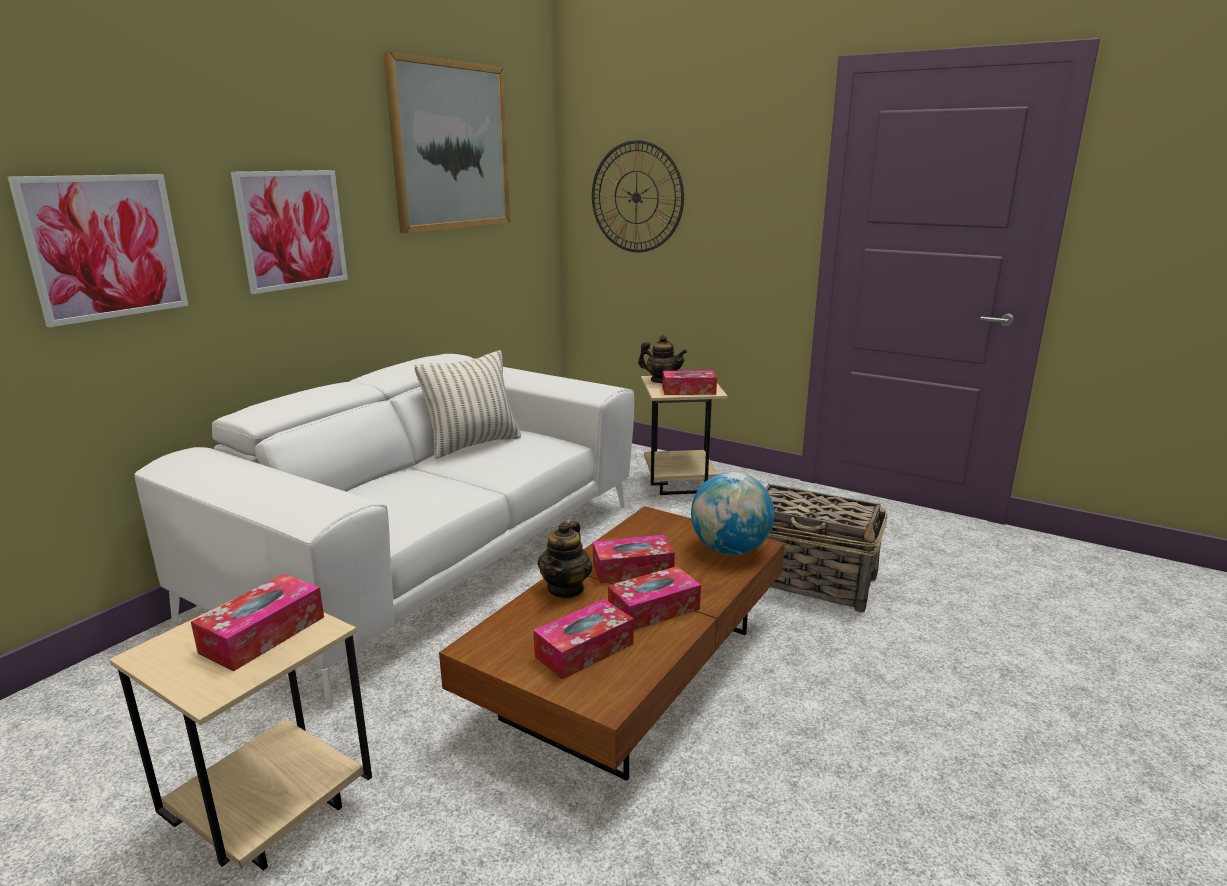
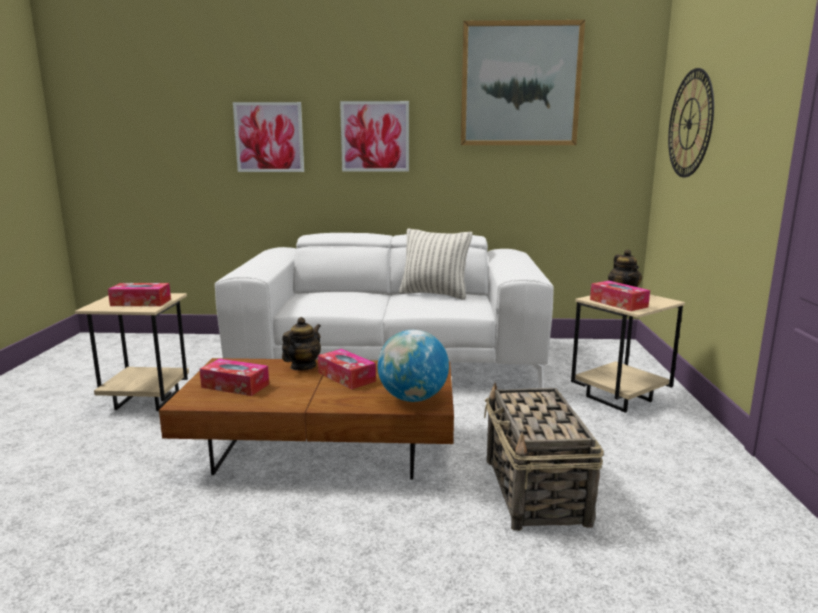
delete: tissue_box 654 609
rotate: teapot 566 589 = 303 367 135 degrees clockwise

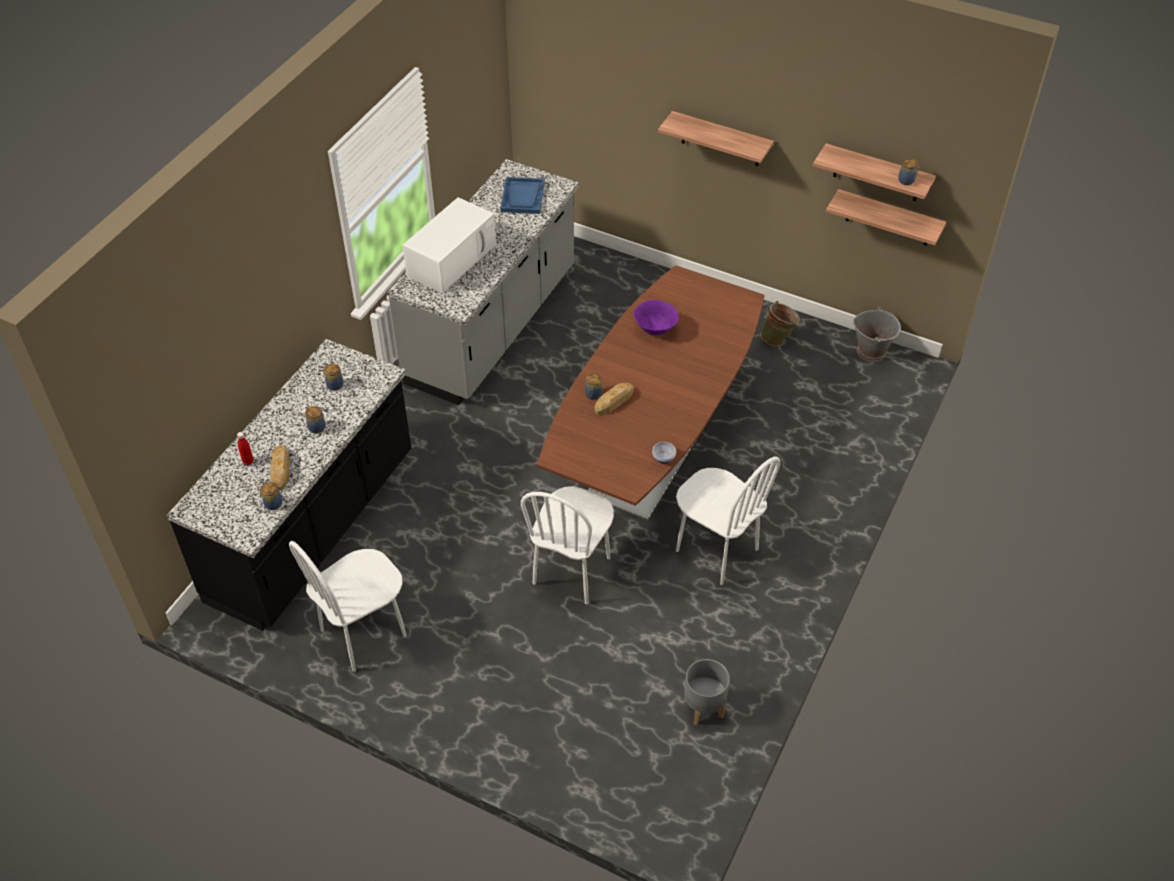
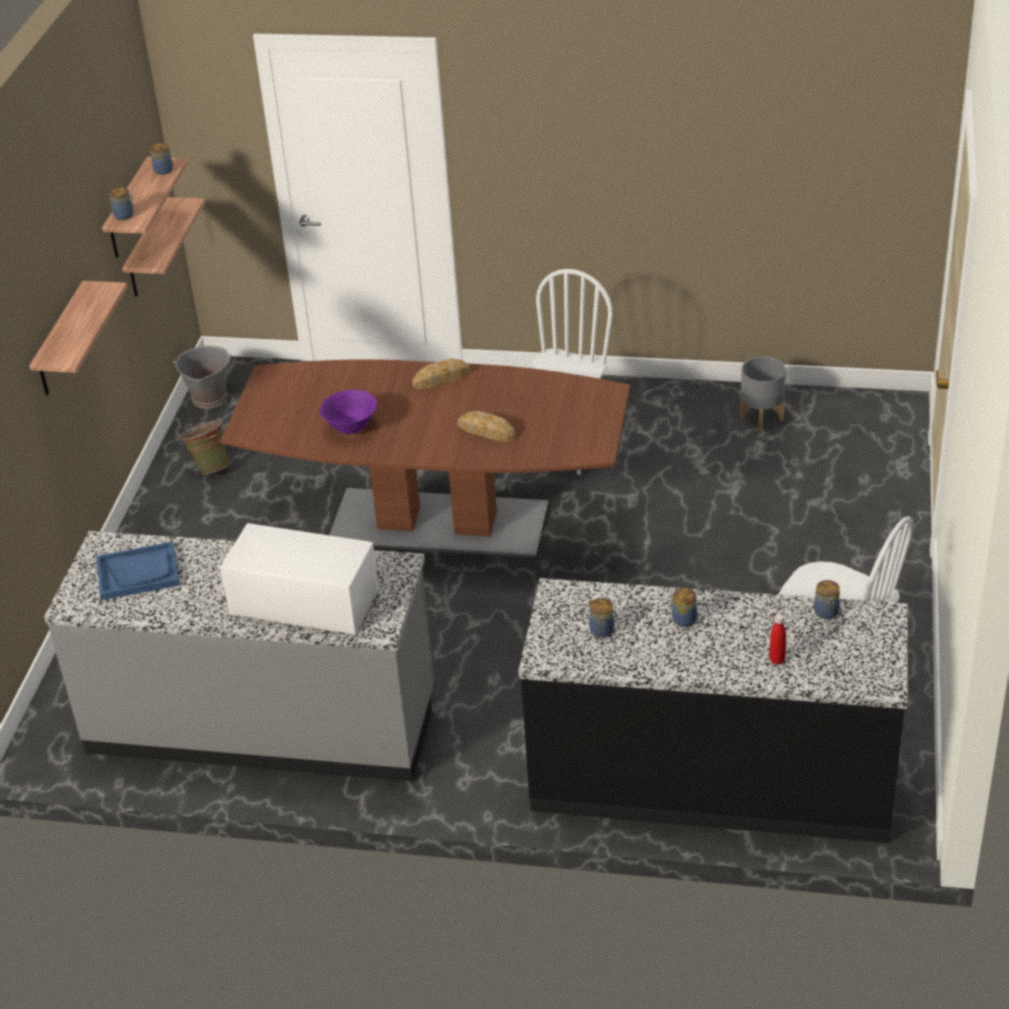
delete: white_chair 572 571; bowl 663 458
move: jar 593 395 to 125 215; bread 281 469 to 441 378

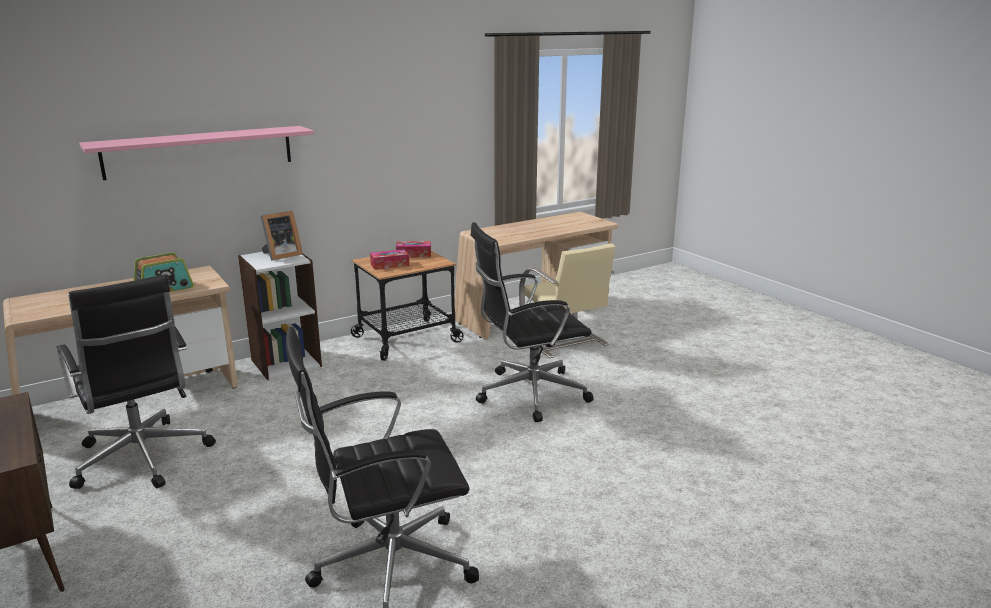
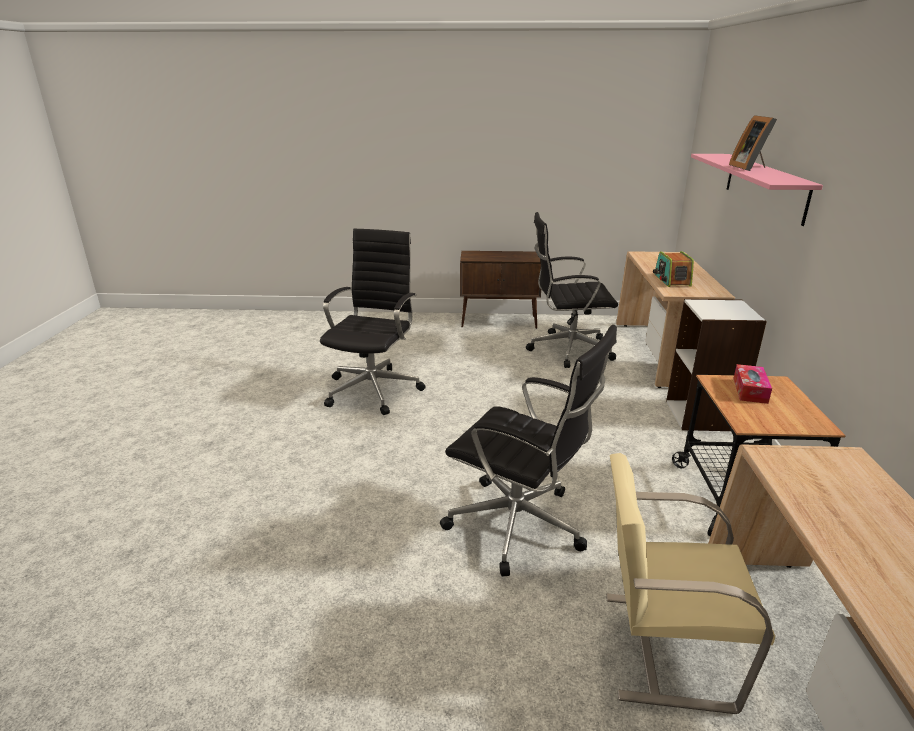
delete: tissue_box 413 254
move: picture_frame 281 255 to 750 168
rotate: black_office_chair 528 394 = 520 526 105 degrees clockwise

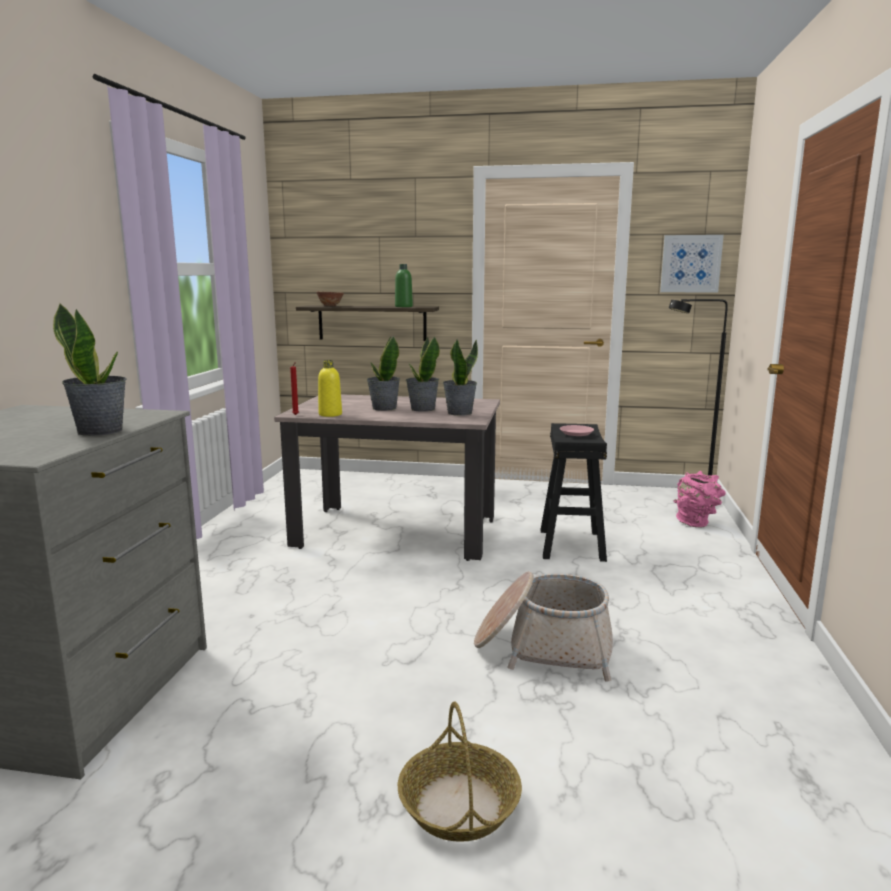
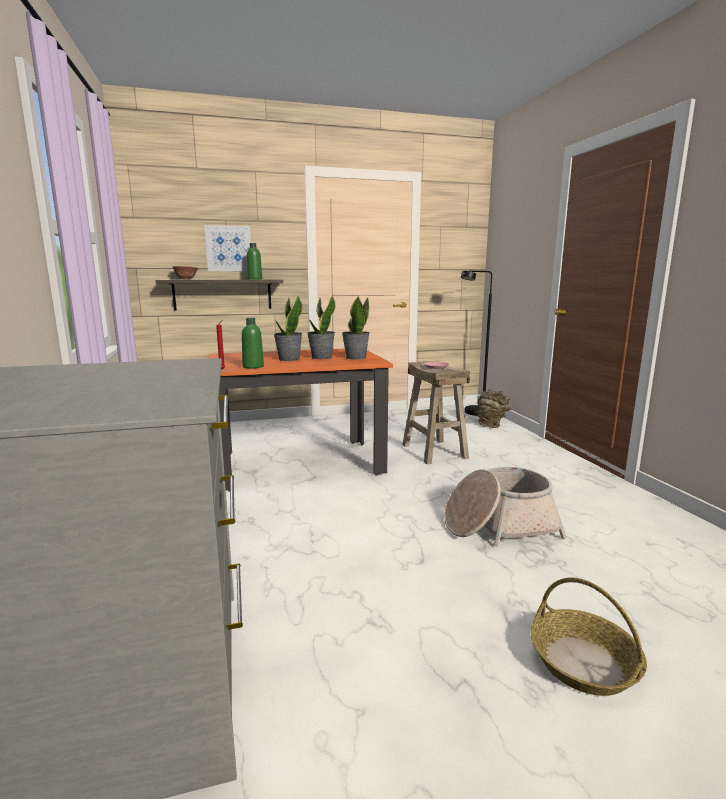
delete: potted_plant 101 431
move: picture 690 264 to 229 248
recolor: beige_dining_table 396 532 to orange_dining_table 299 464; yellow_bottle 330 414 to green_bottle 253 366; black_stool 572 545 to beige_stool 435 451; pink_vase 696 523 to brown_vase 491 425

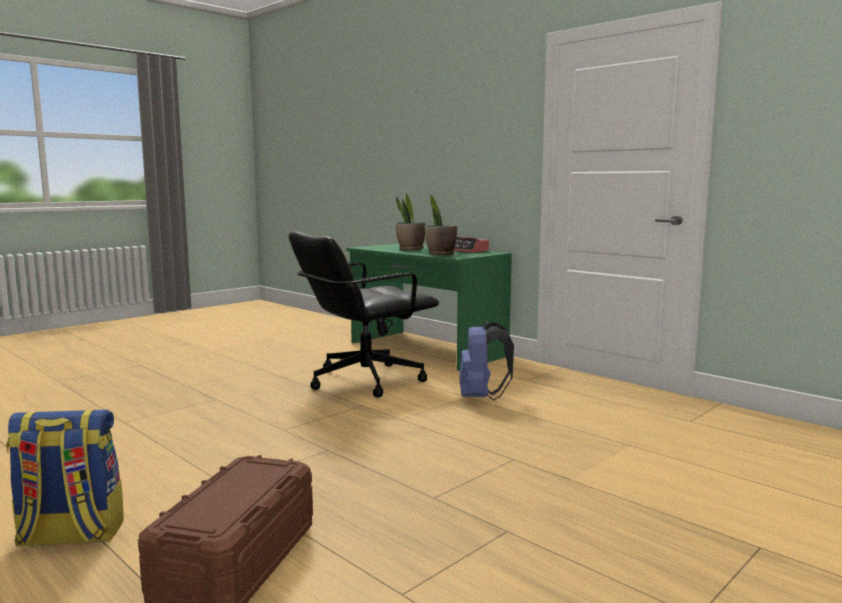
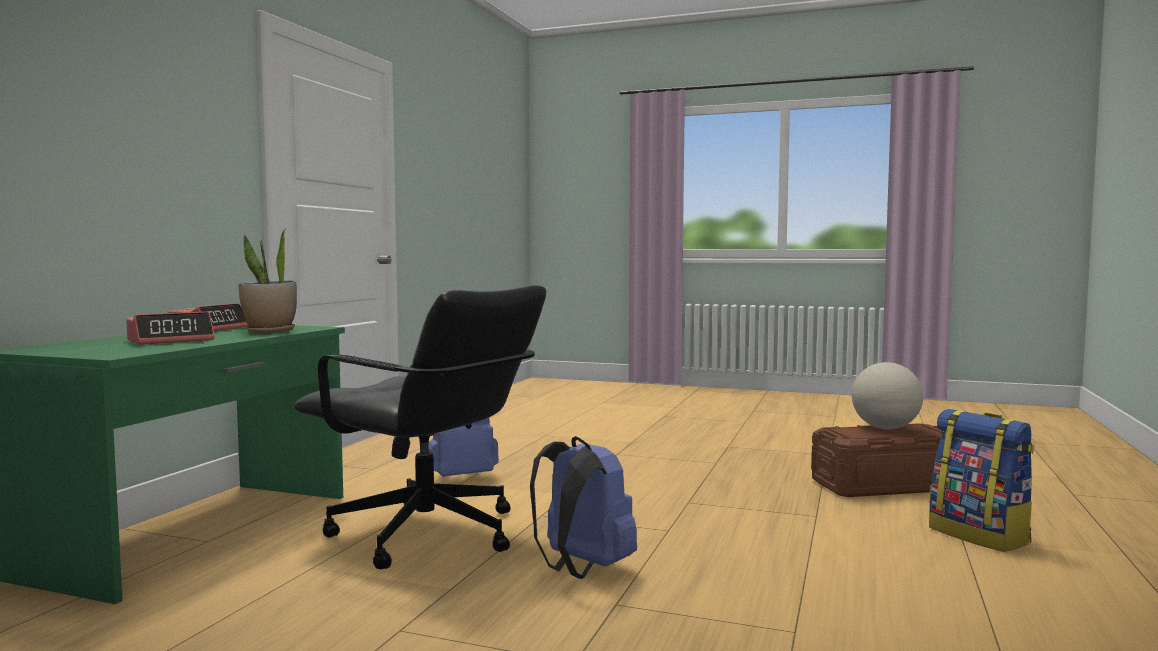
insert: blue_backpack 581 568; globe 885 428
replace: potted_plant 410 249 to alarm_clock 171 340

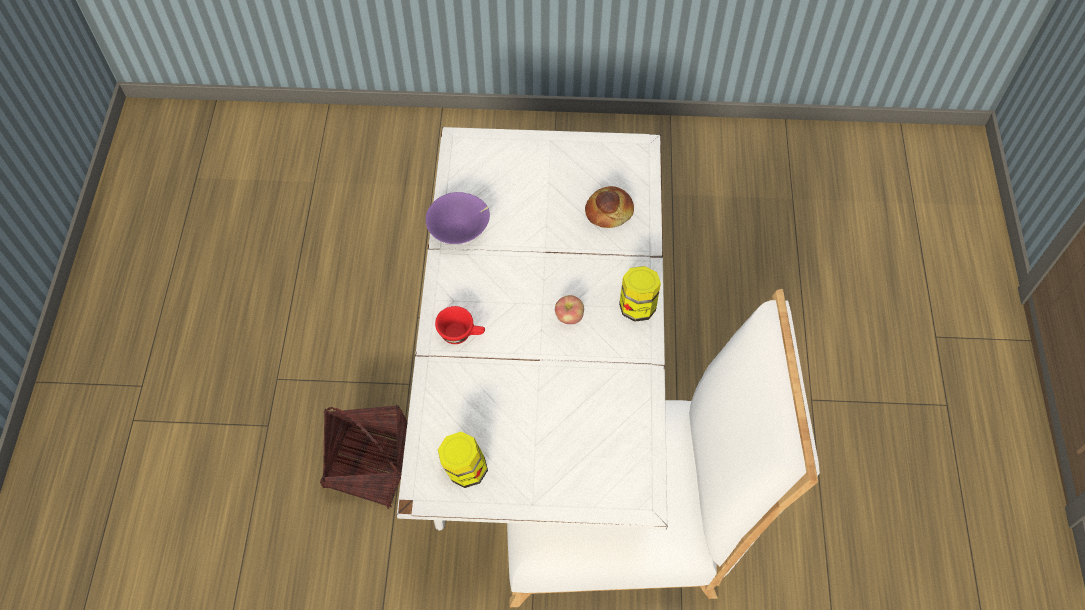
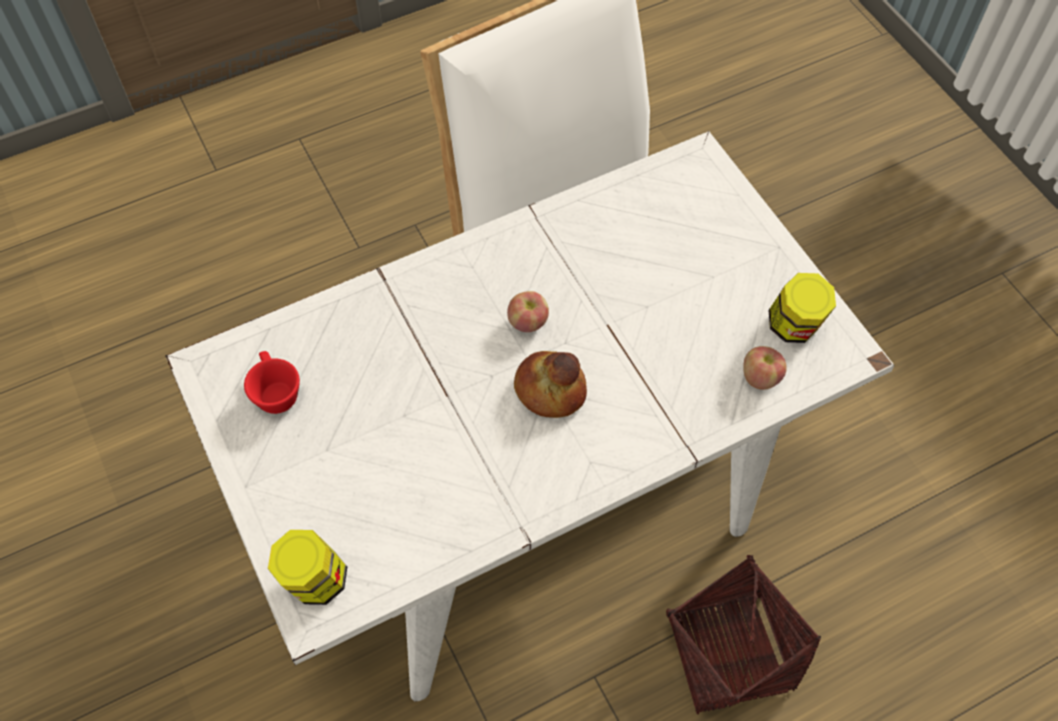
delete: purple_bowl 460 230
insert: apple 760 377
move: red_cup 461 334 to 275 392; jar 637 306 to 315 581; bread 609 212 to 550 389

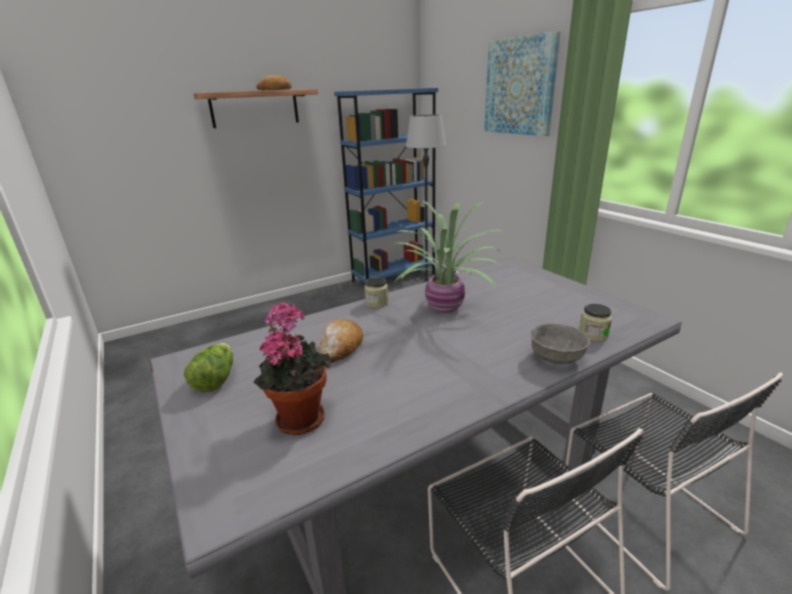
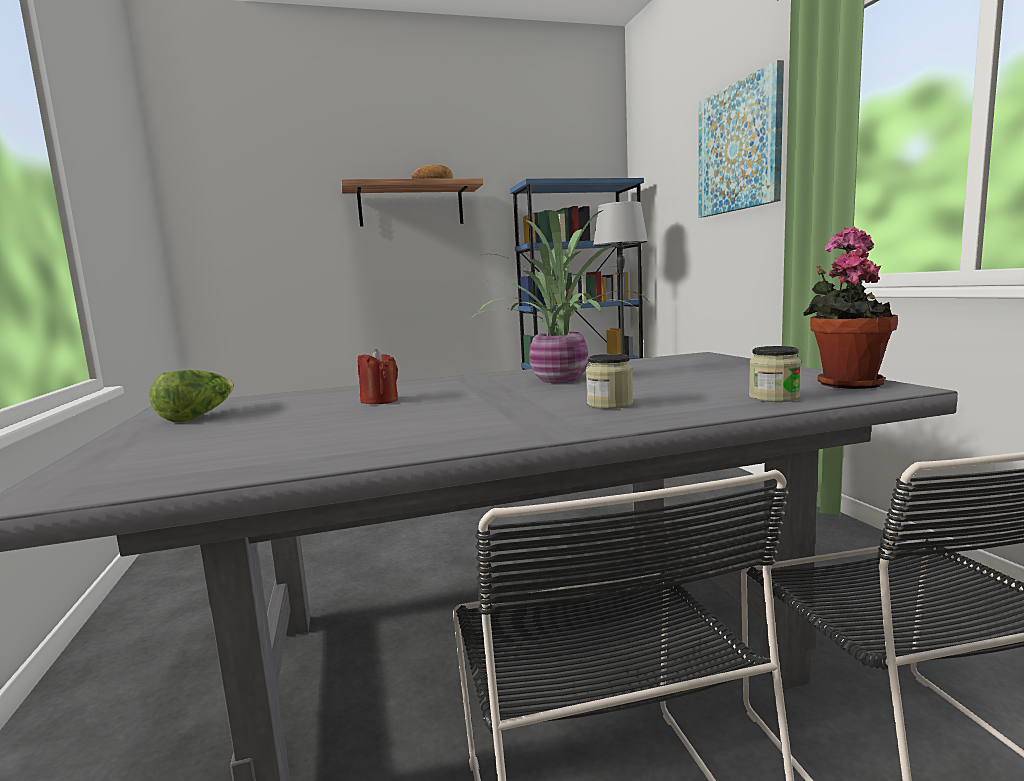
delete: grey_bowl 555 358
move: jar 377 303 to 609 404; potted_plant 299 417 to 845 383
replace: bread 341 347 to red_candle 380 401

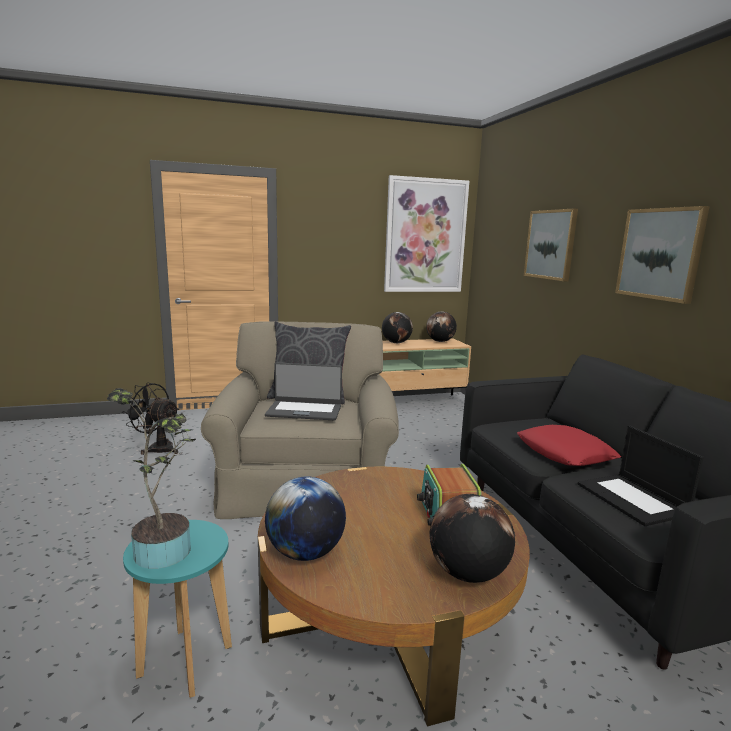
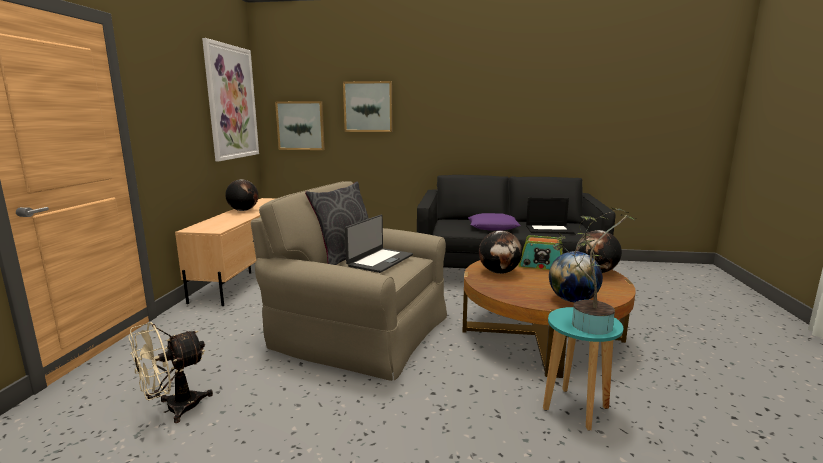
move: picture 660 254 to 300 125; globe 440 341 to 499 272
recolor: black_fan 157 448 to beige_fan 174 409; red_pillow 565 453 to purple_pillow 493 227

